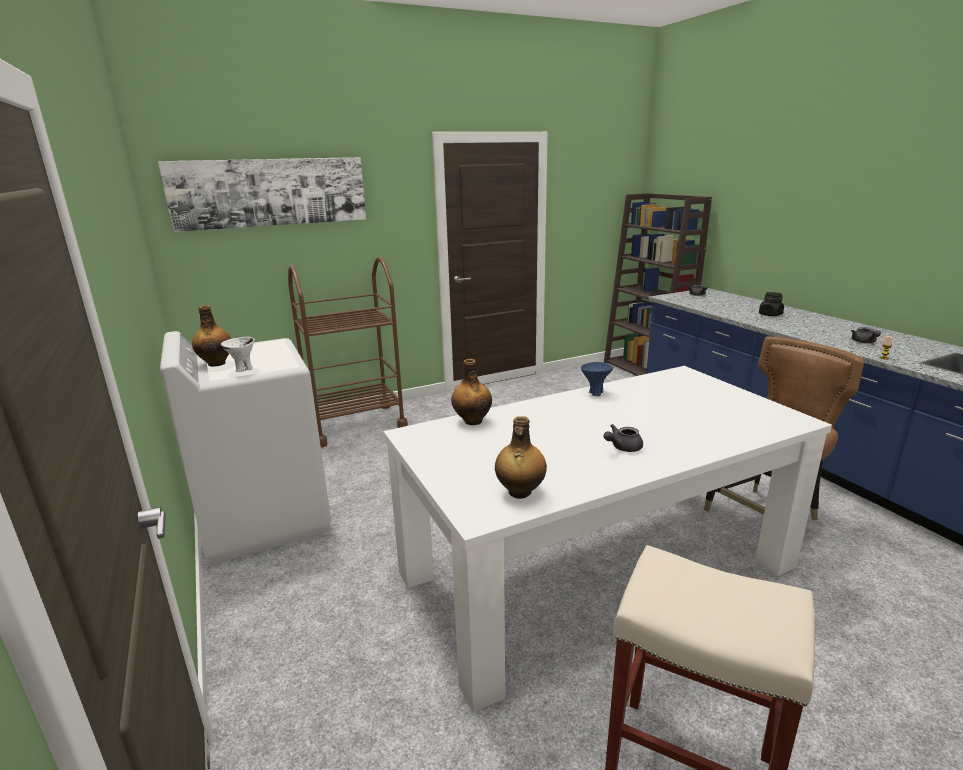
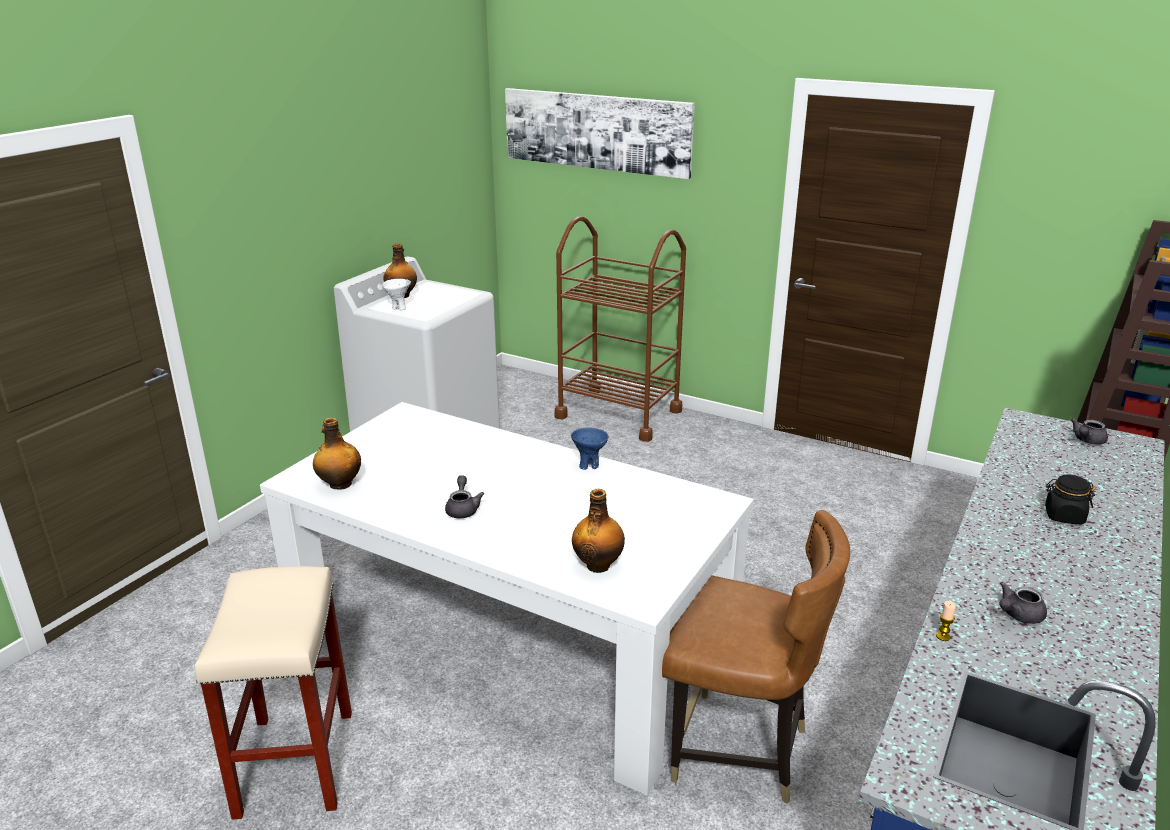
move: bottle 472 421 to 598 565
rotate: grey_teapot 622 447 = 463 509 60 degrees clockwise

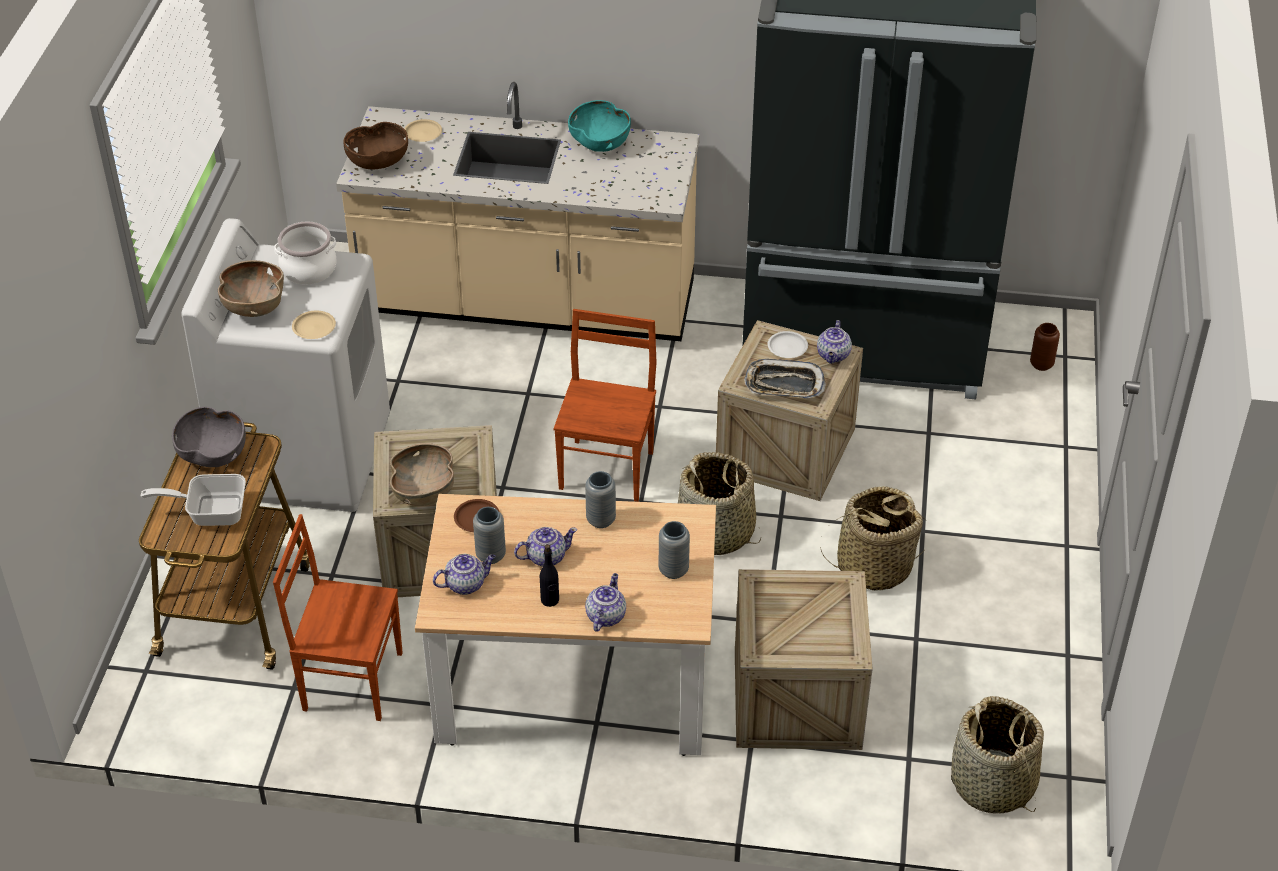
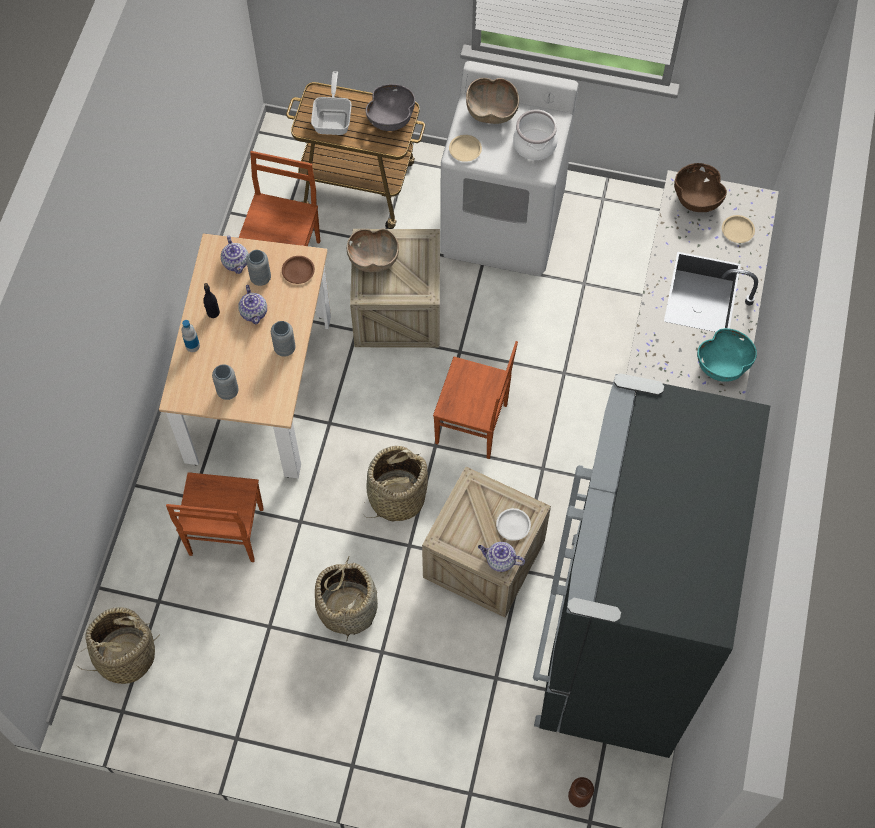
delete: tray 784 385
replace: crate 797 699 to brown_chair 225 533; teapot 605 616 to bottle 192 346

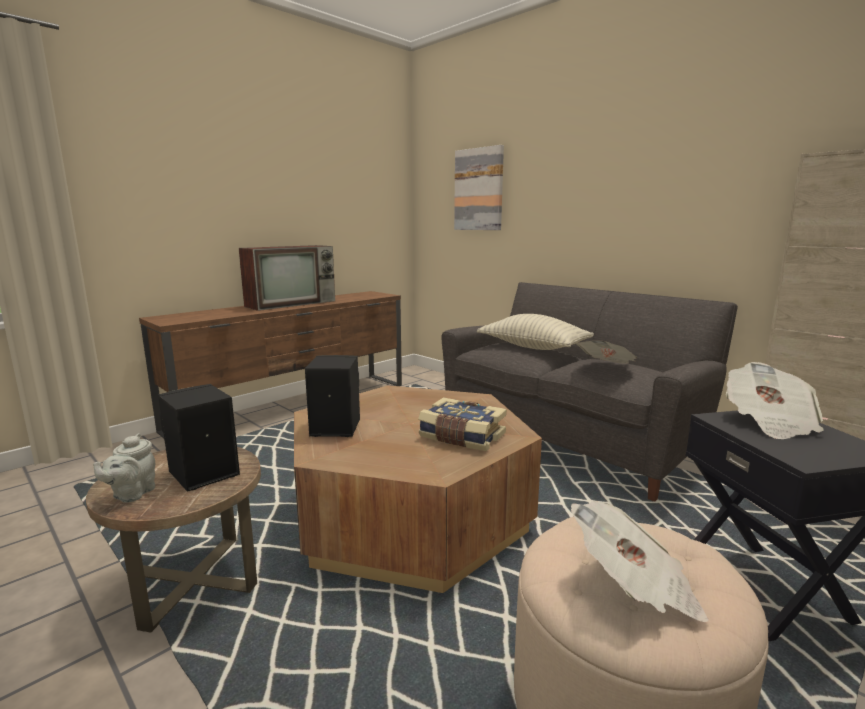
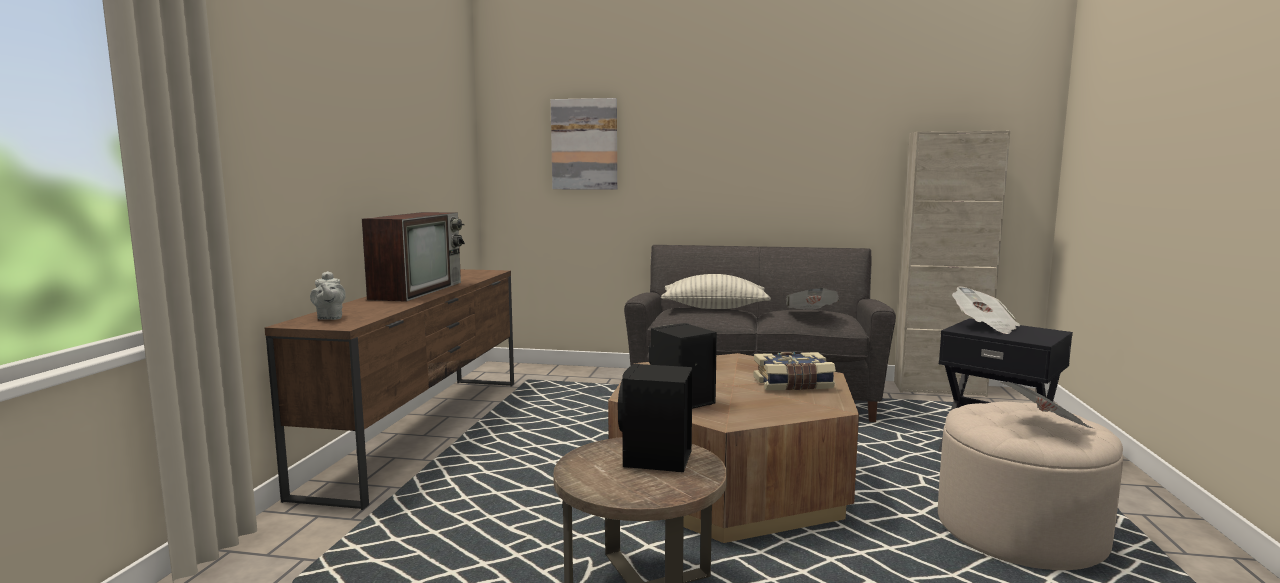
move: grey_teapot 132 494 to 329 318

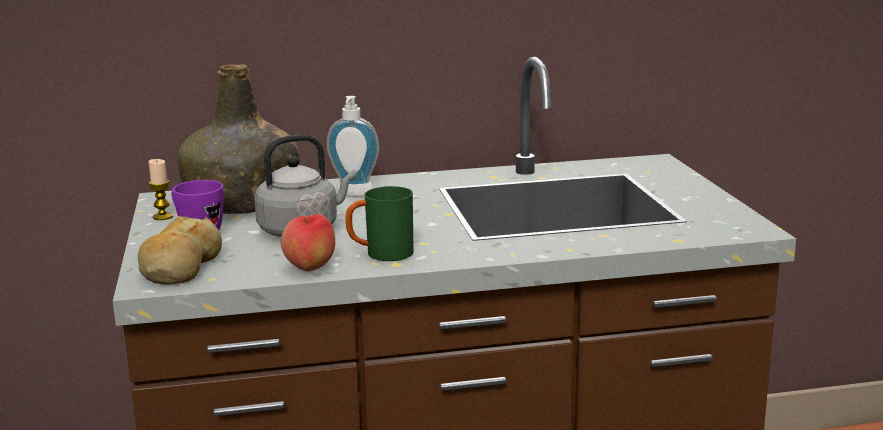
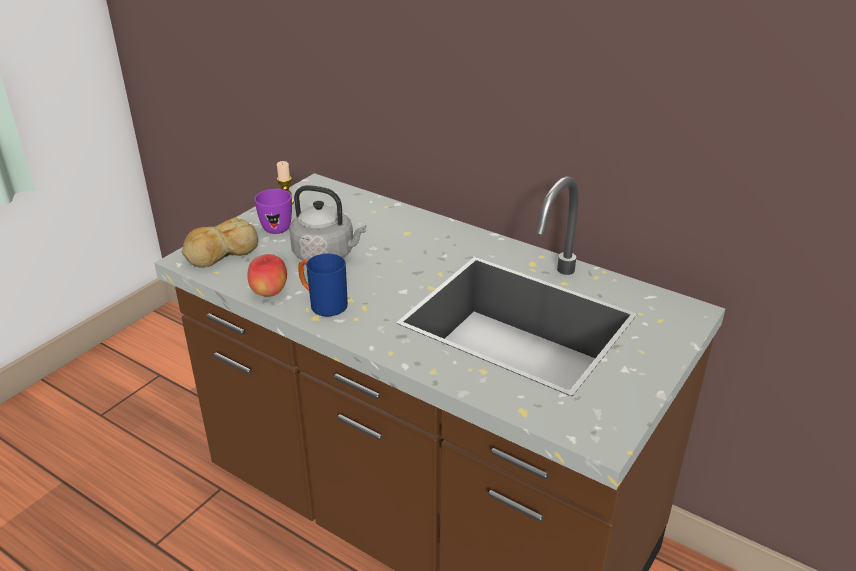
delete: green_bottle 242 203; soap_dispenser 354 195
recolor: green_mug 381 255 to blue_mug 322 304

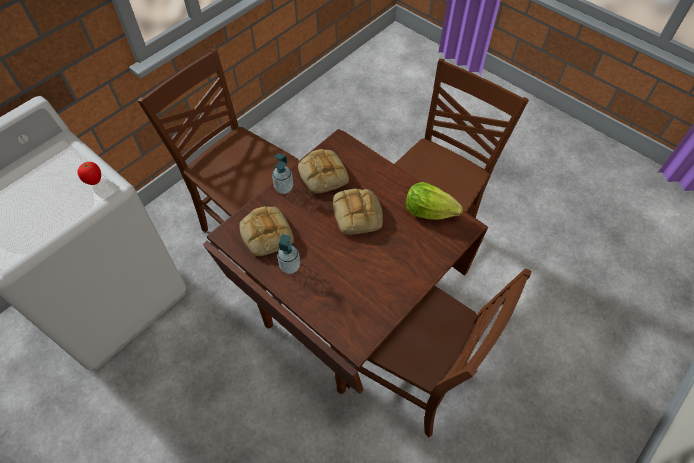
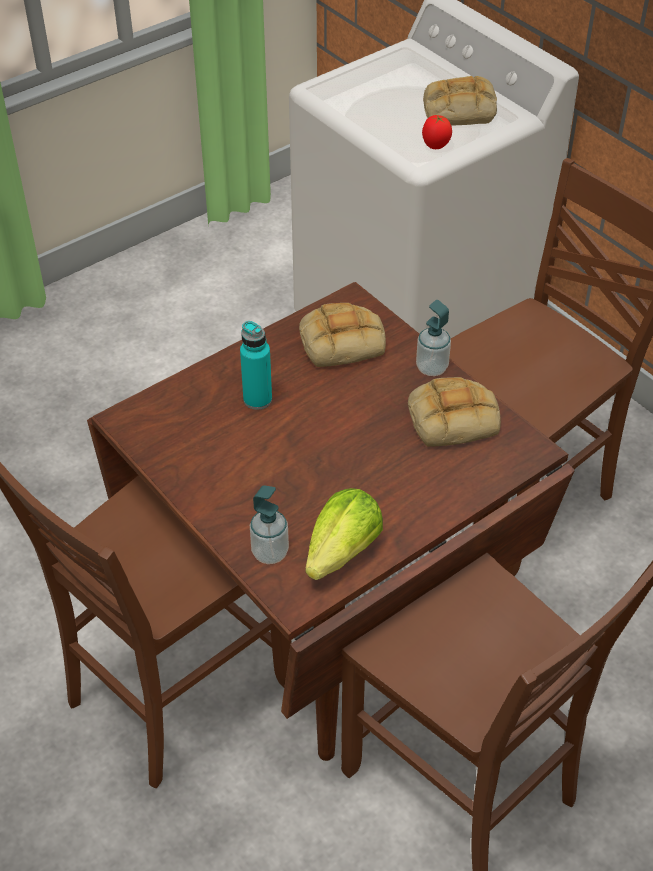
insert: turquoise_bottle 257 399
move: soap_dispenser 290 266 to 270 552; bread 358 215 to 458 110

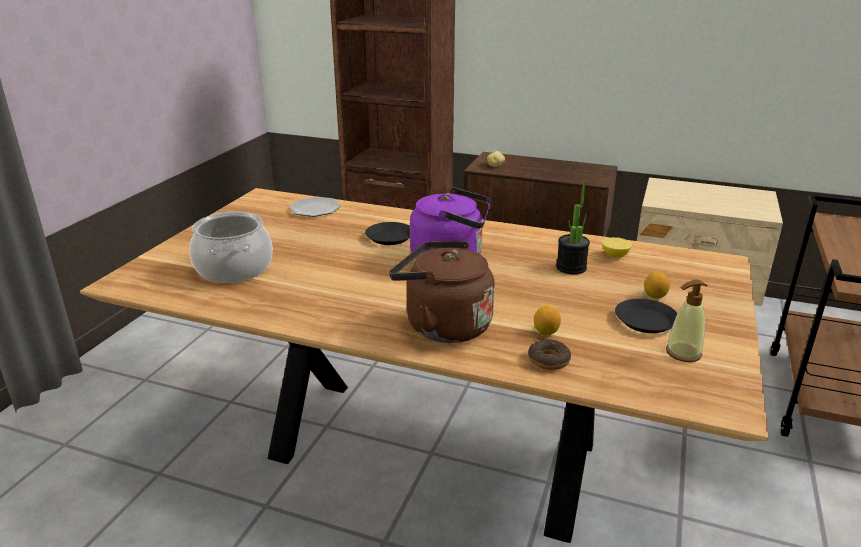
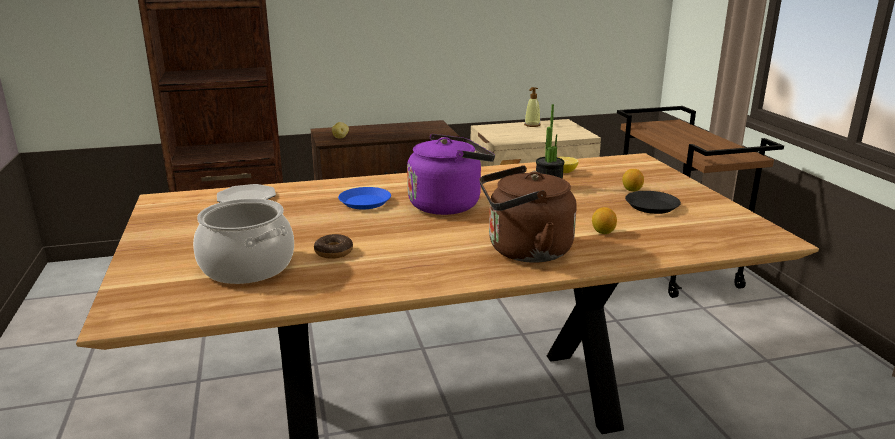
move: donut 548 360 to 333 252; soap_dispenser 683 353 to 532 125
recolor: black_plate 390 237 to blue_plate 365 202

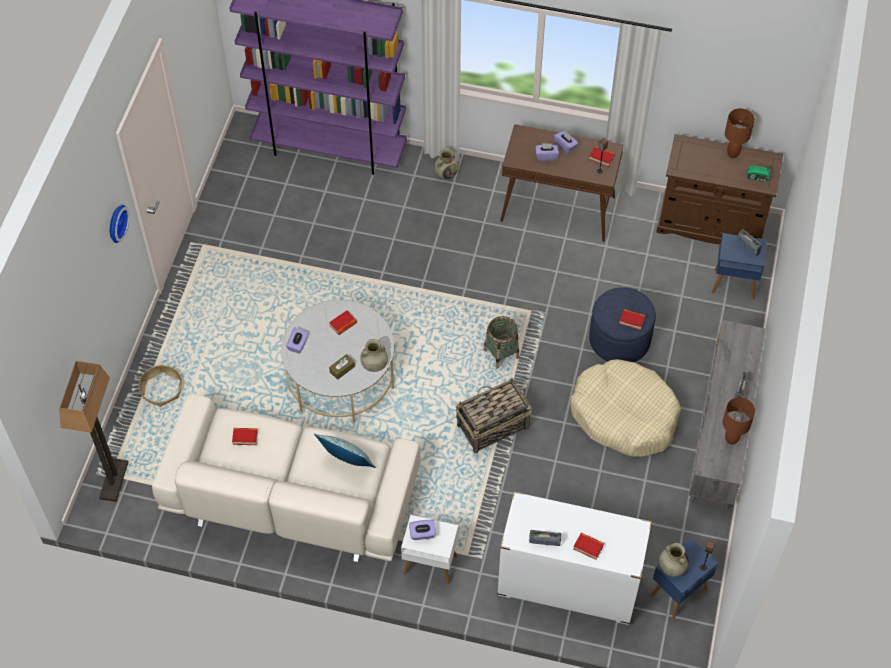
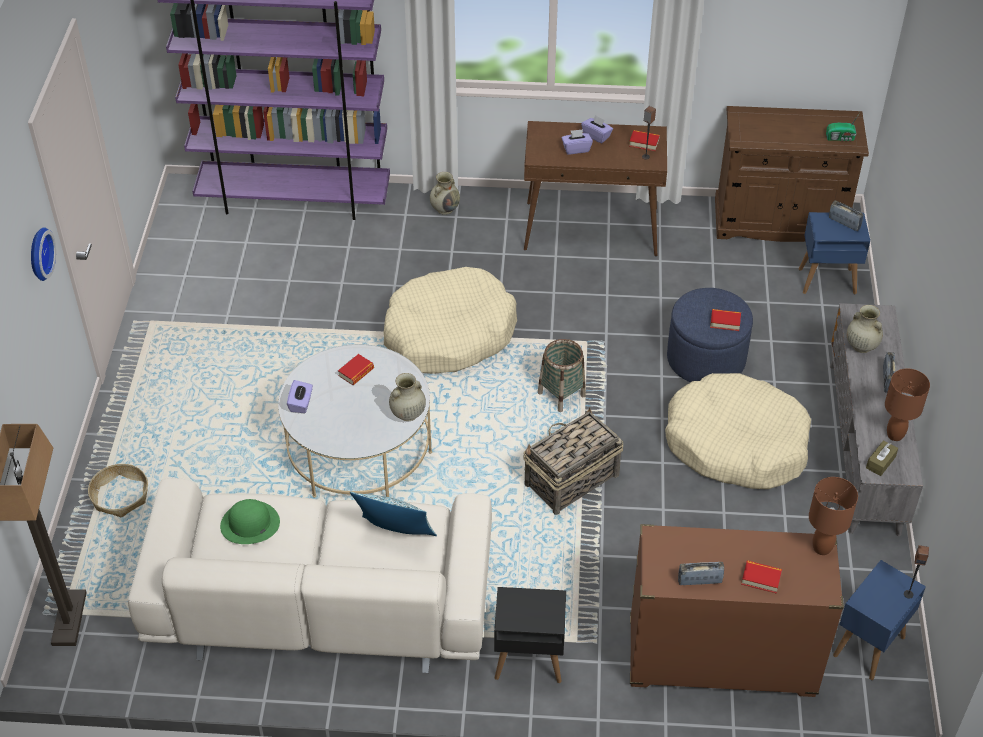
delete: purple_tissue_box 422 534
insert: beige_dog_bed 449 334
move: brown_table_lamp 732 154 to 822 548; beige_vase 671 567 to 861 346; brown_tissue_box 342 369 to 880 462
replace: book 245 437 to green_hat 249 523
recolor: white_side_table 429 564 to black_side_table 528 661; white_dresser 568 584 to brown_dresser 720 658

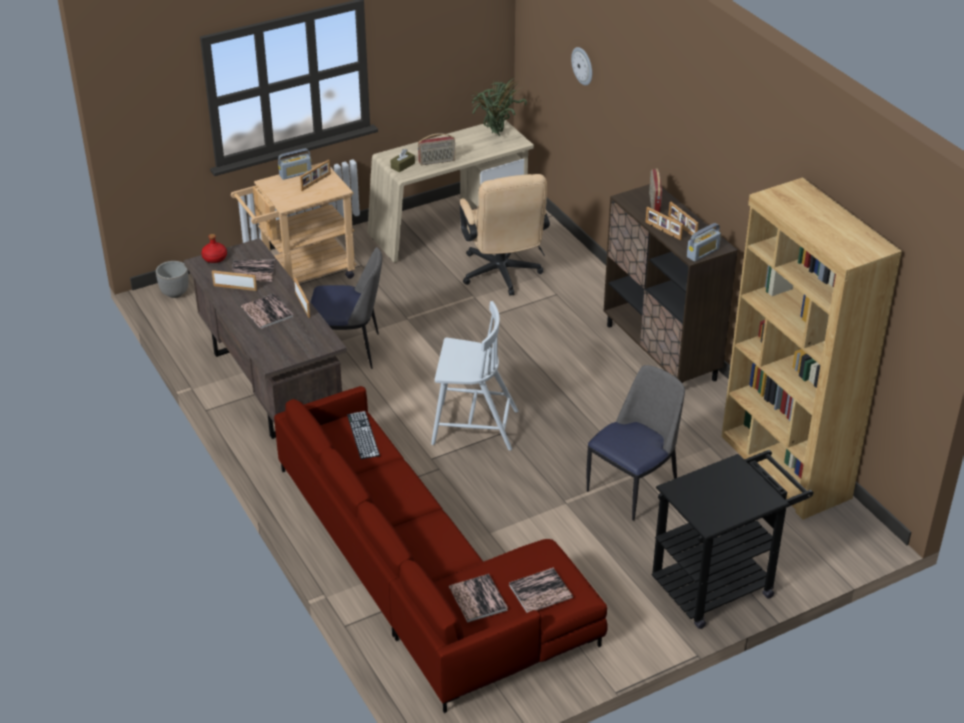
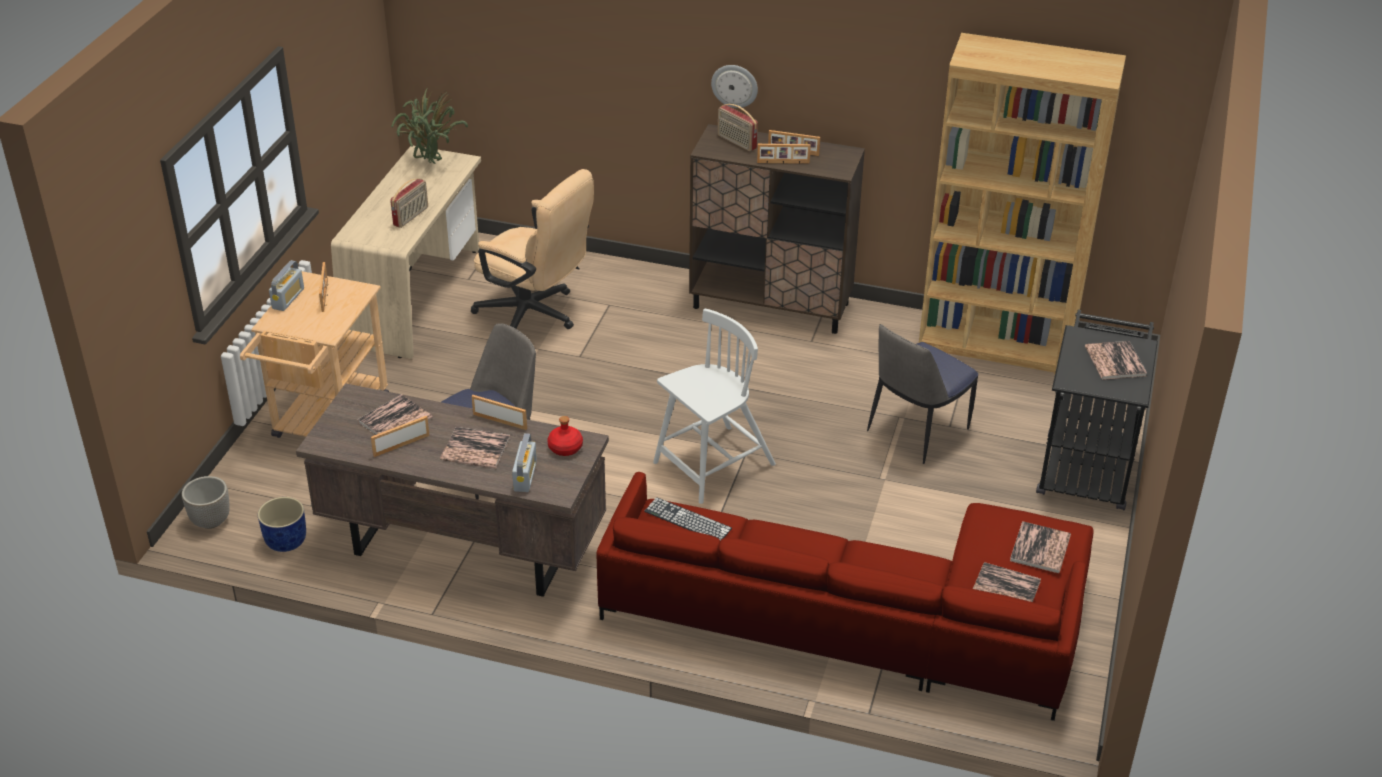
delete: brown_tissue_box 402 165
insert: blue_planter 285 540; book 1115 361
move: radio 703 253 to 525 476; red_bottle 214 258 to 565 447; wall_clock 583 66 to 734 85
rotate: chair 633 488 = 916 432 135 degrees counterclockwise

